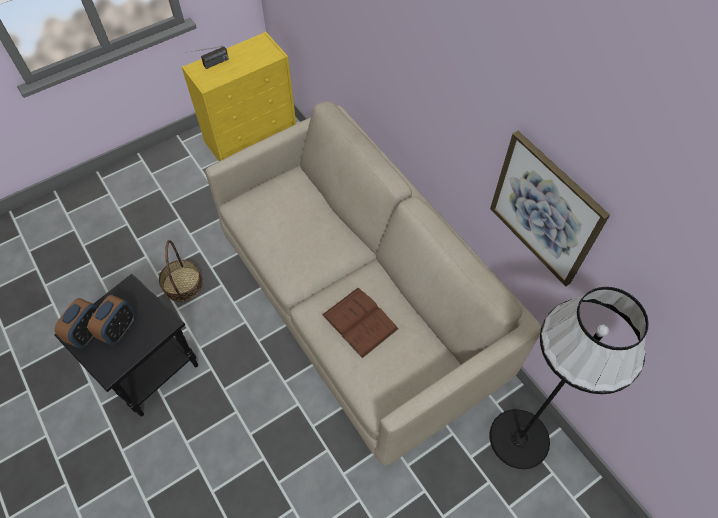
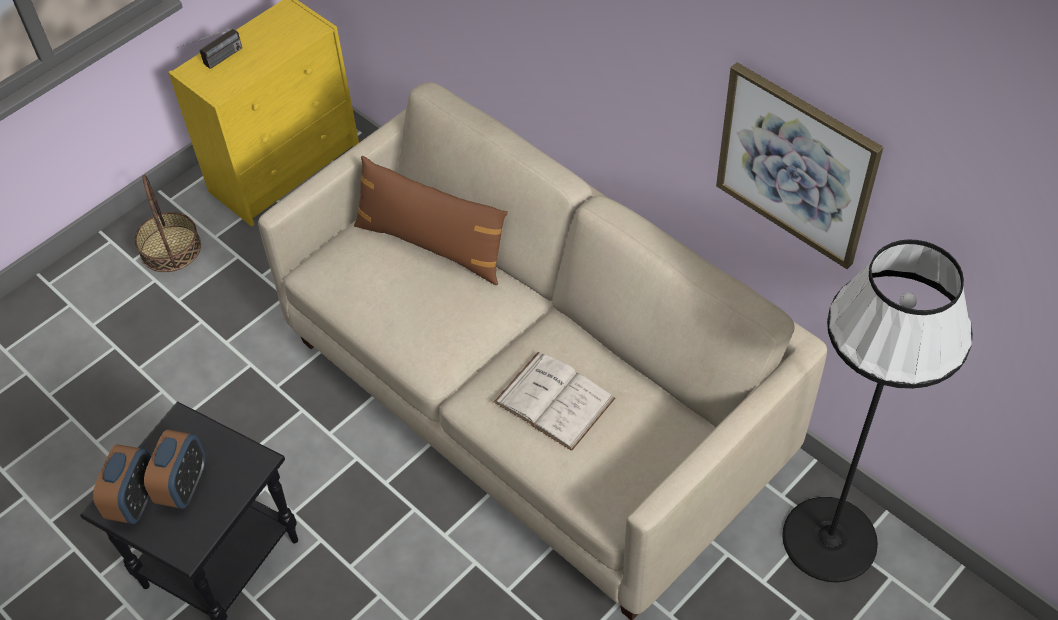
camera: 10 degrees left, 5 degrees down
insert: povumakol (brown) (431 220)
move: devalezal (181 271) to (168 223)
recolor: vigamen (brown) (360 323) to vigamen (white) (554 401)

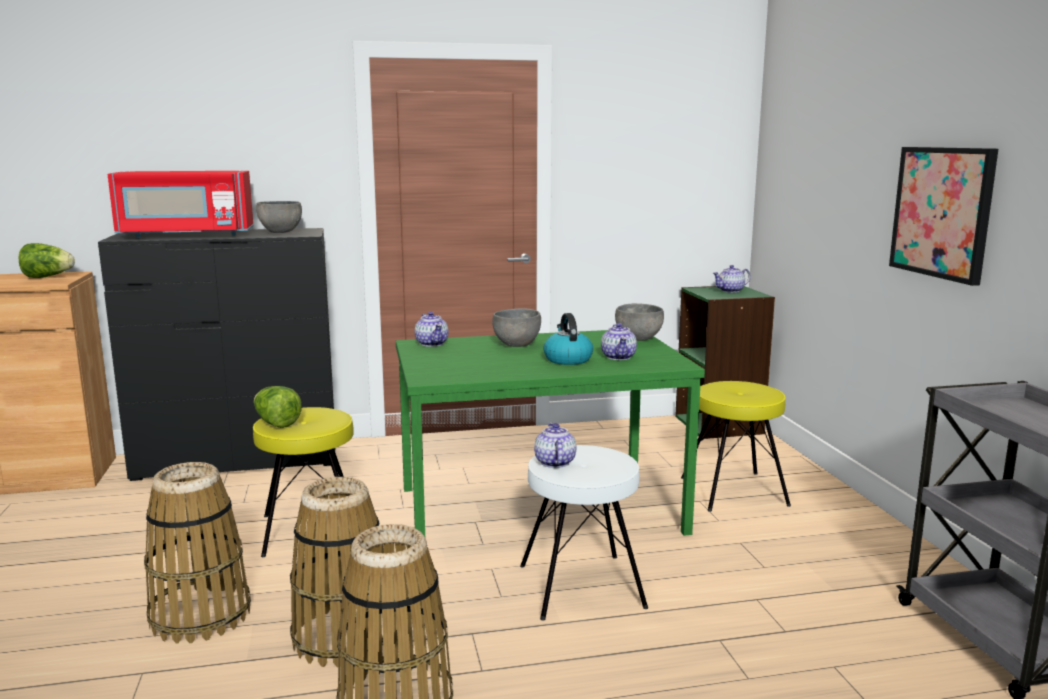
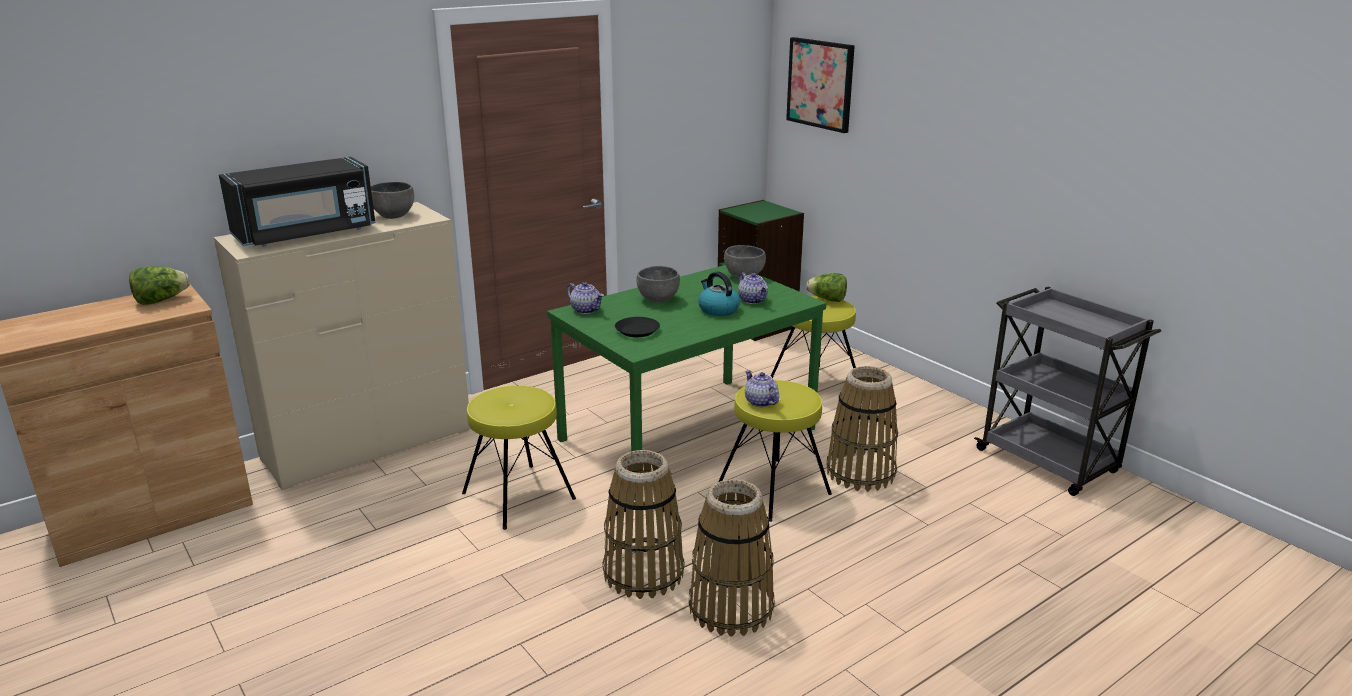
camera: 25 degrees left, 10 degrees up
delete: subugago (732 279)
insert: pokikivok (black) (637 327)
move: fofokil (943 216) to (820 85); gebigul (278 407) to (826 287); devalezal (197 552) to (862 429)
recolor: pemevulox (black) (216 354) to pemevulox (beige) (342 346); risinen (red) (181 204) to risinen (black) (297 201); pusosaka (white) (584 532) to pusosaka (yellow) (775 451)

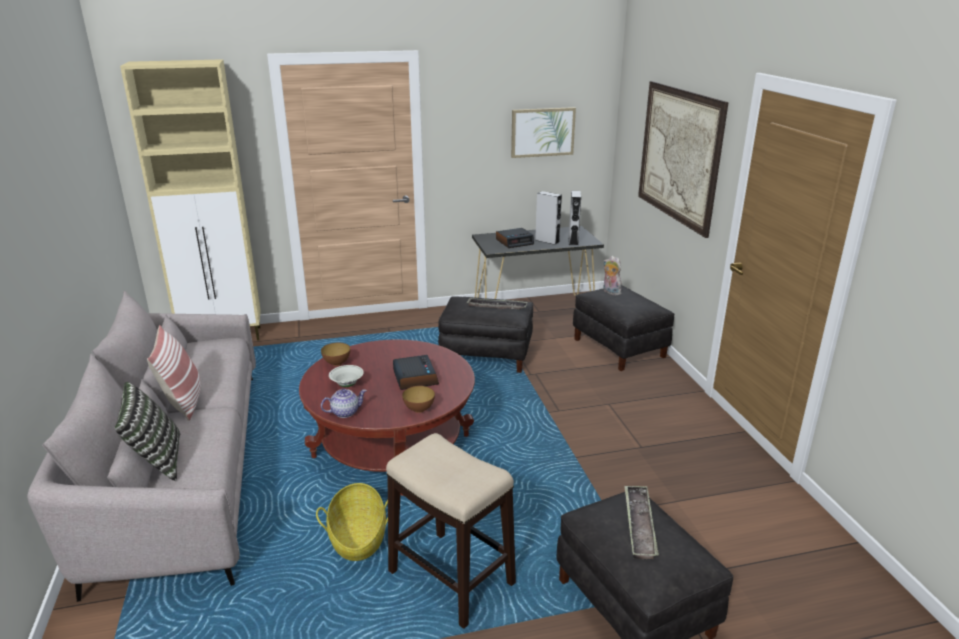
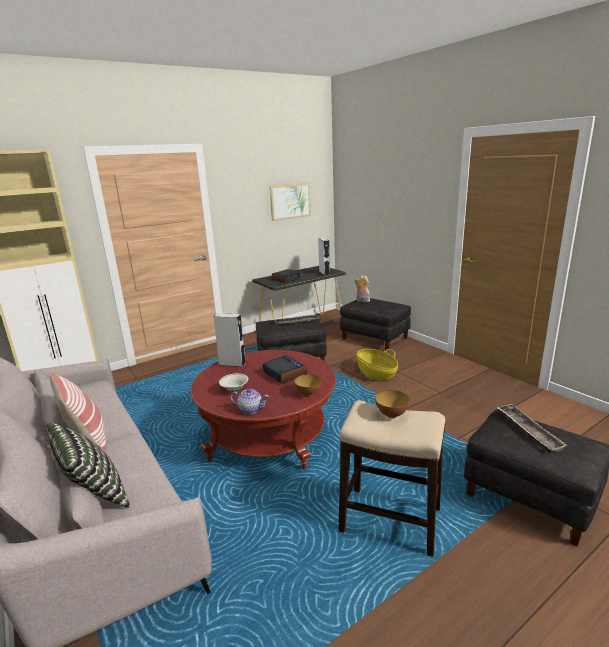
camera: 20 degrees left, 5 degrees down
delete: fofokil (683 159)
move: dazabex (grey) (548 218) to (229 340); devalezal (352 522) to (377 365); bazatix (335 354) to (392 404)
rotate: subugago (344 403) = (249 401) 60 degrees clockwise

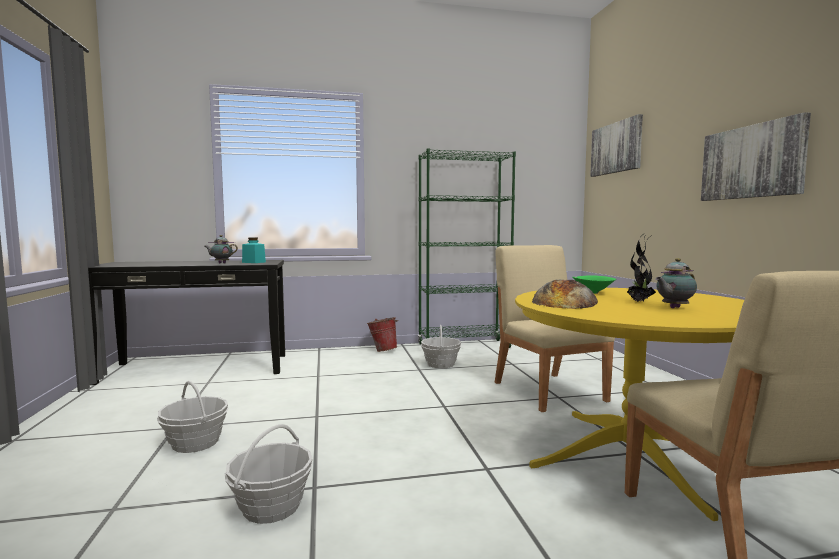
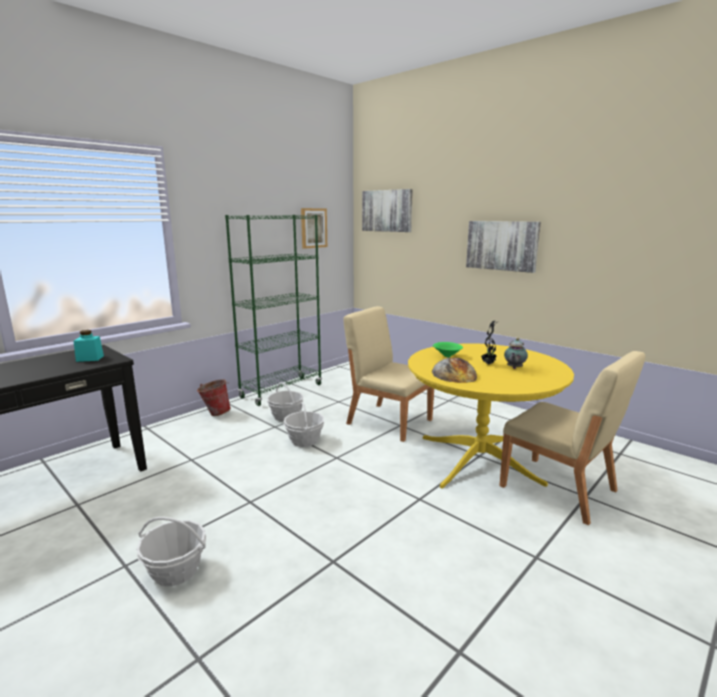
camera: 35 degrees left, 10 degrees up
delete: subugago (221 249)
insert: fofokil (314 228)
move: devalezal (269 474) to (303 424)

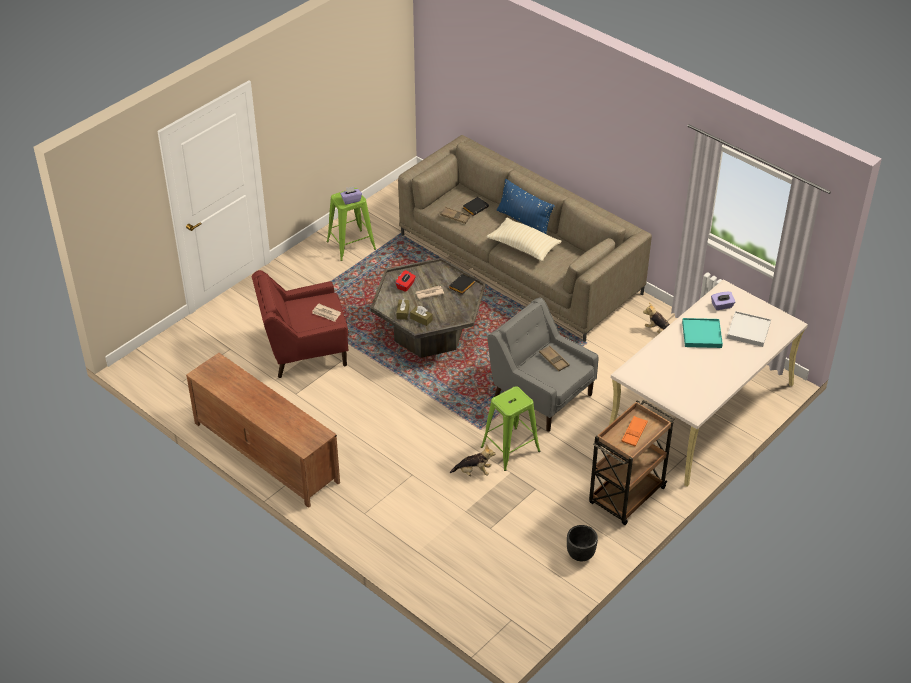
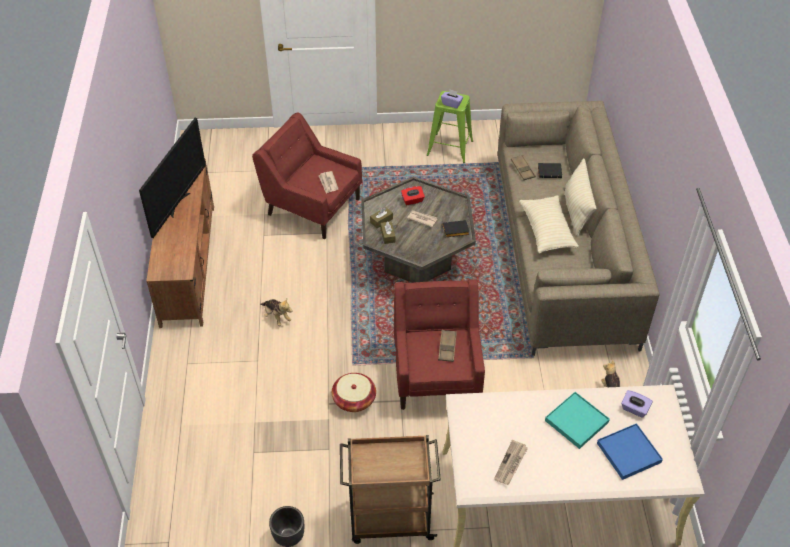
camera: 45 degrees right, 5 degrees up
delete: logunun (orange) (634 431)
insert: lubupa (172 178); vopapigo (511 462)
move: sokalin (473 460) to (276 312)
replace: pusosaka (green) (510 428) to devalezal (354 392)
recolor: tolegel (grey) (542 365) to tolegel (red) (439 344); povumakol (blue) (526 206) to povumakol (beige) (581 197); logunun (white) (749 329) to logunun (blue) (630 451)

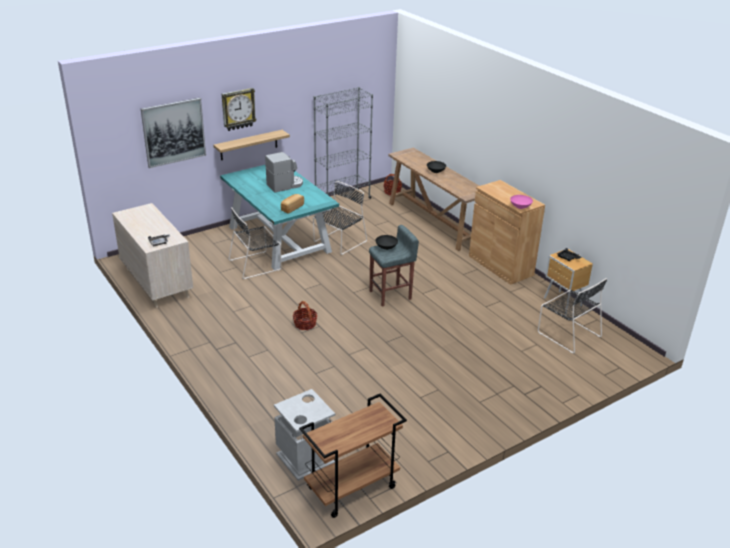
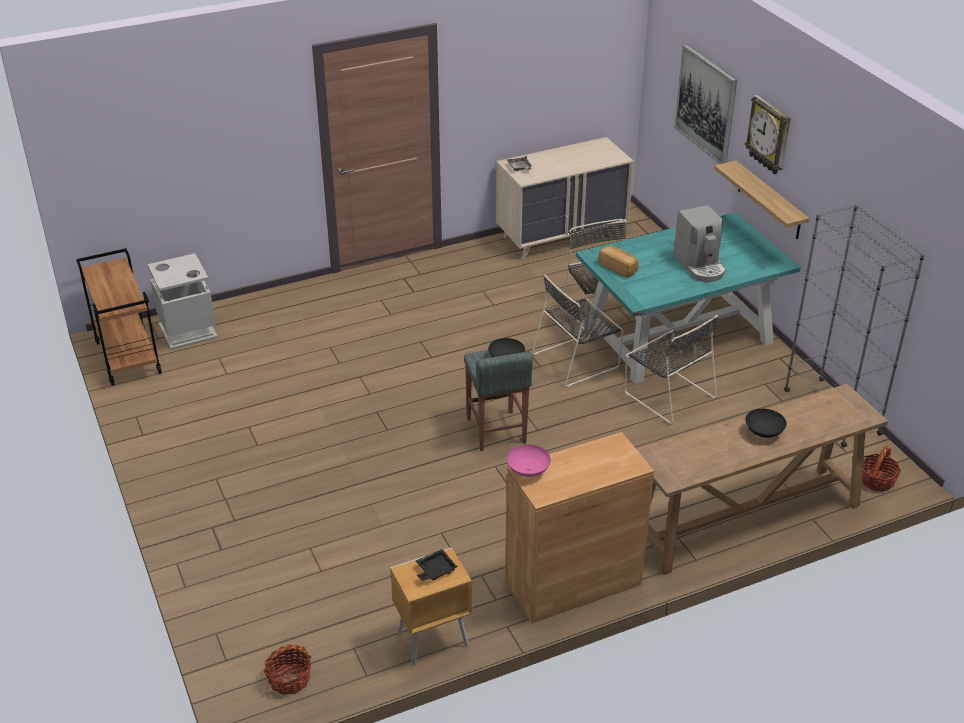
camera: 100 degrees right, 5 degrees up
move: devalezal (304 315) to (287 669); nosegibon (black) (572 315) to (577 331)

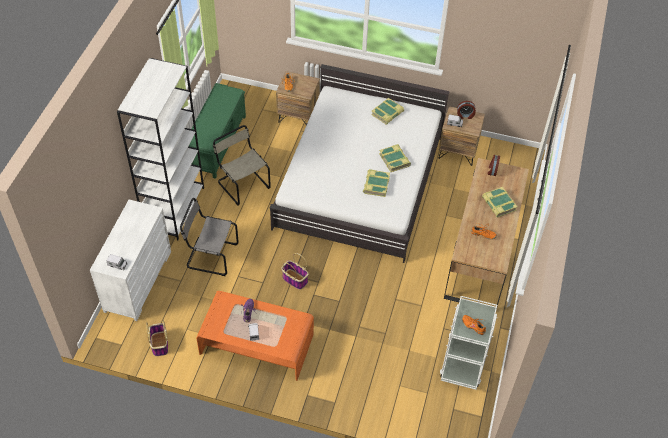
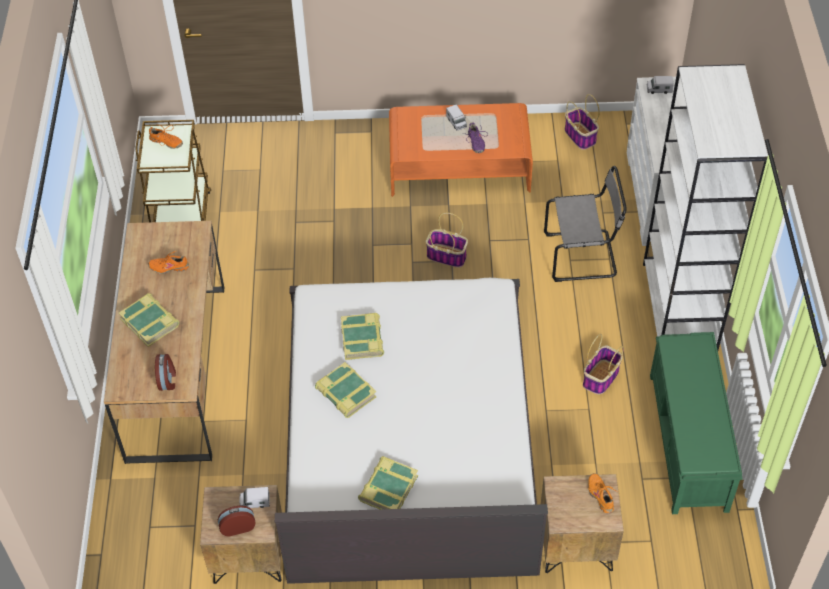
camera: 165 degrees right, 0 degrees up
replace: nosegibon (beige) (242 165) to devalezal (603 364)
recolor: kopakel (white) (468 343) to kopakel (brown) (173 171)

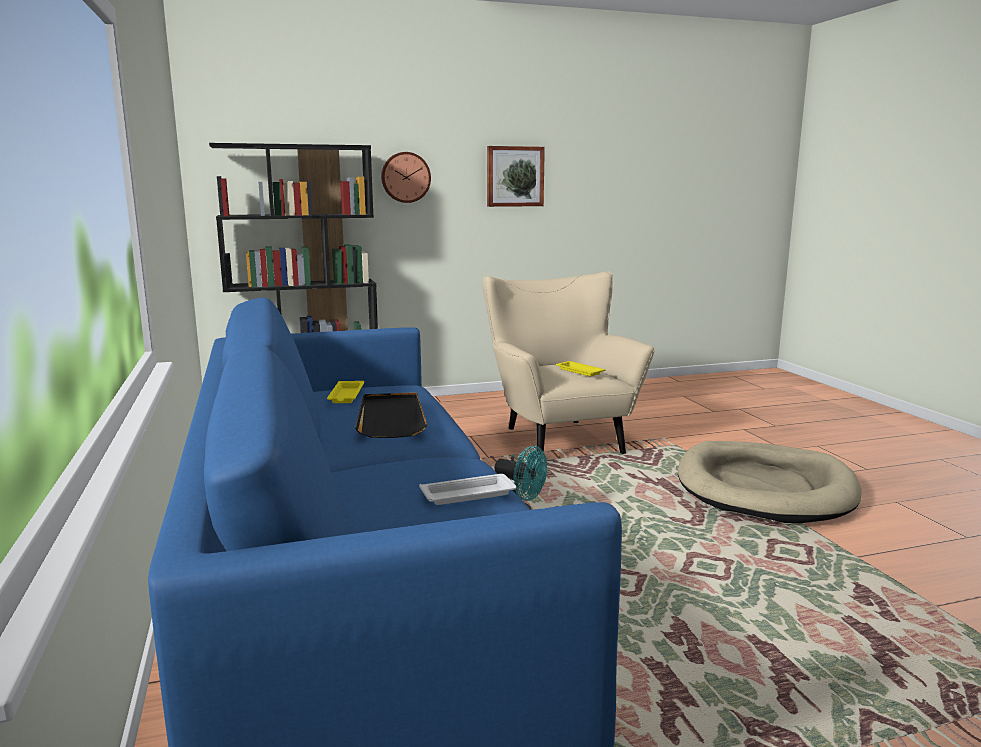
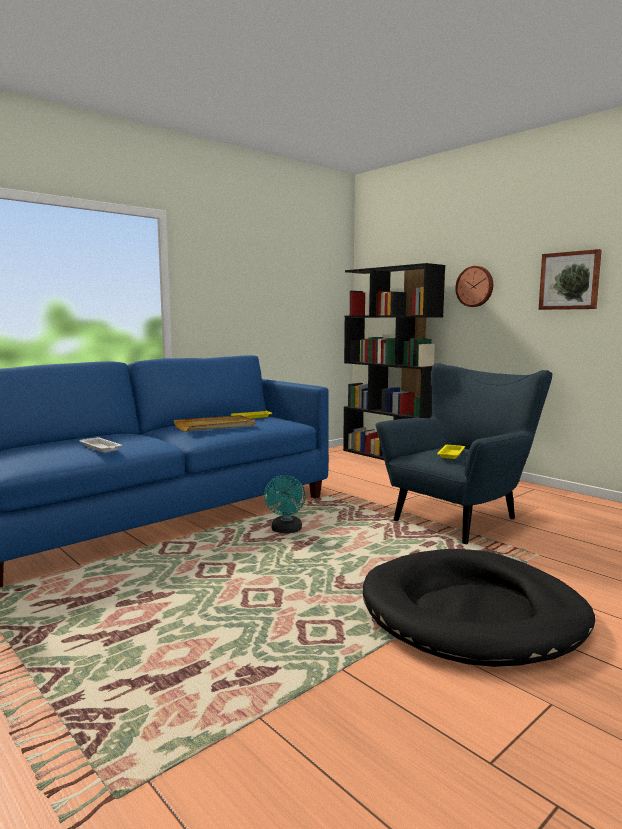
camera: 65 degrees right, 5 degrees down
recolor: logunun (black) (391 415) to logunun (beige) (215 423); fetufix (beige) (769 482) to fetufix (black) (479 608); tolegel (beige) (569 363) to tolegel (blue) (463 453)

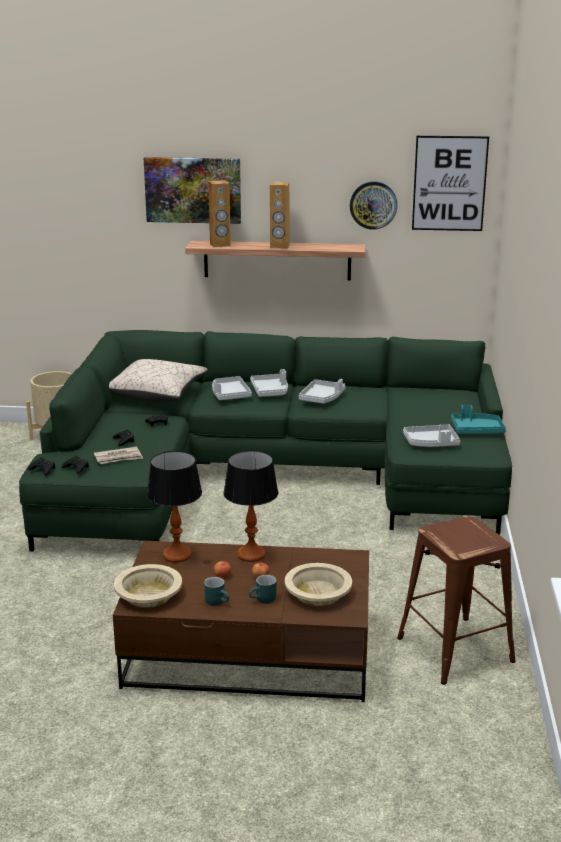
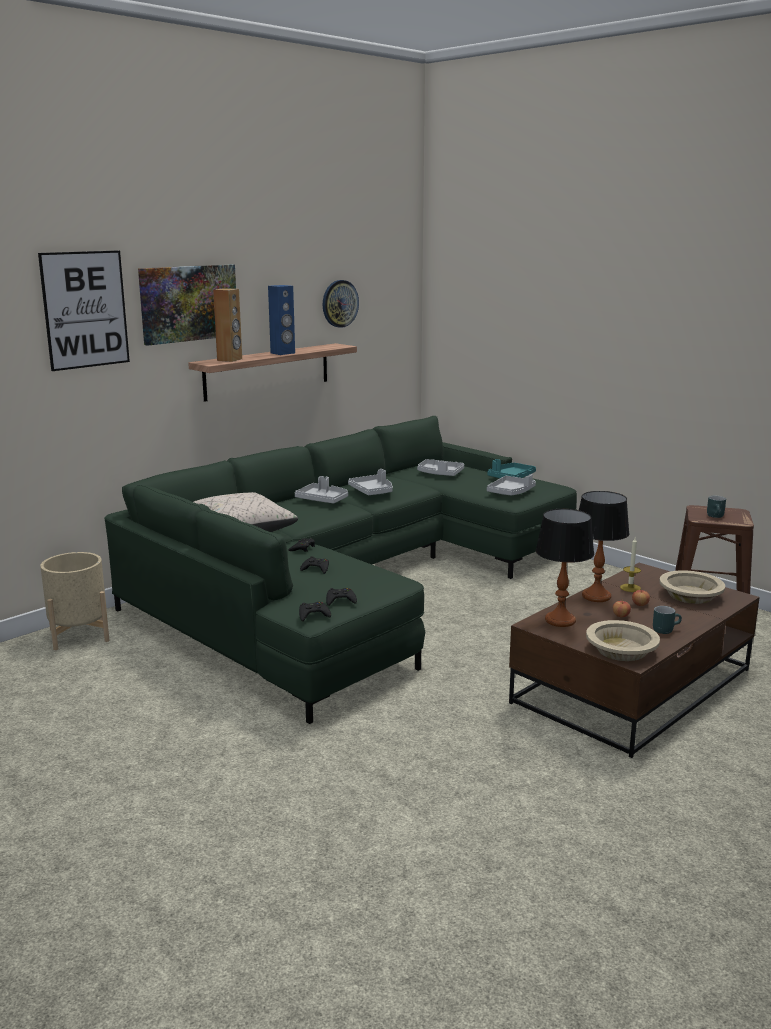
camera: 50 degrees left, 5 degrees down
delete: vopapigo (118 455)
insert: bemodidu (630 565)
move: fofokil (450 183) to (84 310); logunun (grey) (232 388) to (440 467); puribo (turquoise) (263 589) to (716 507)
recolor: dazabex (brown) (280 215) to dazabex (blue) (281 320)

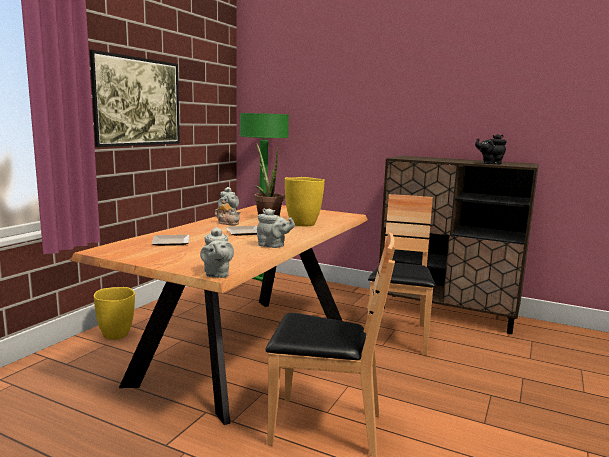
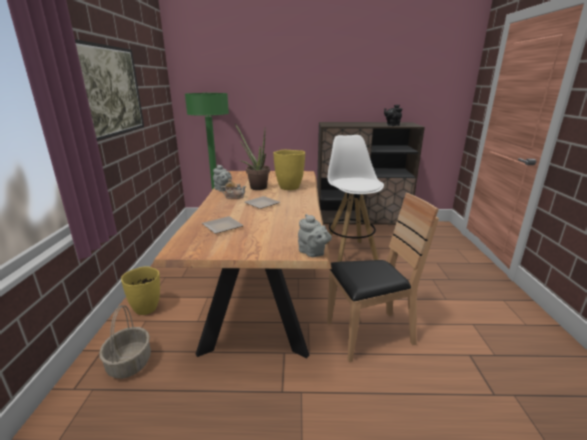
camera: 25 degrees left, 10 degrees up
delete: subugago (grey) (276 228)
insert: devalezal (125 342)
replace: nosegibon (brown) (401 275) to pusosaka (white) (355 198)

